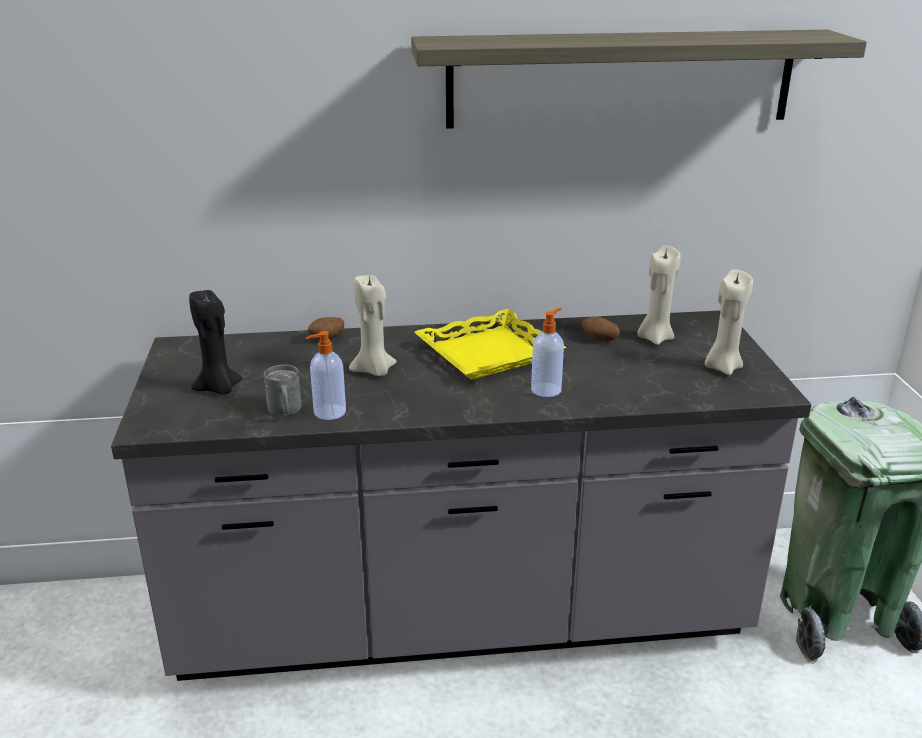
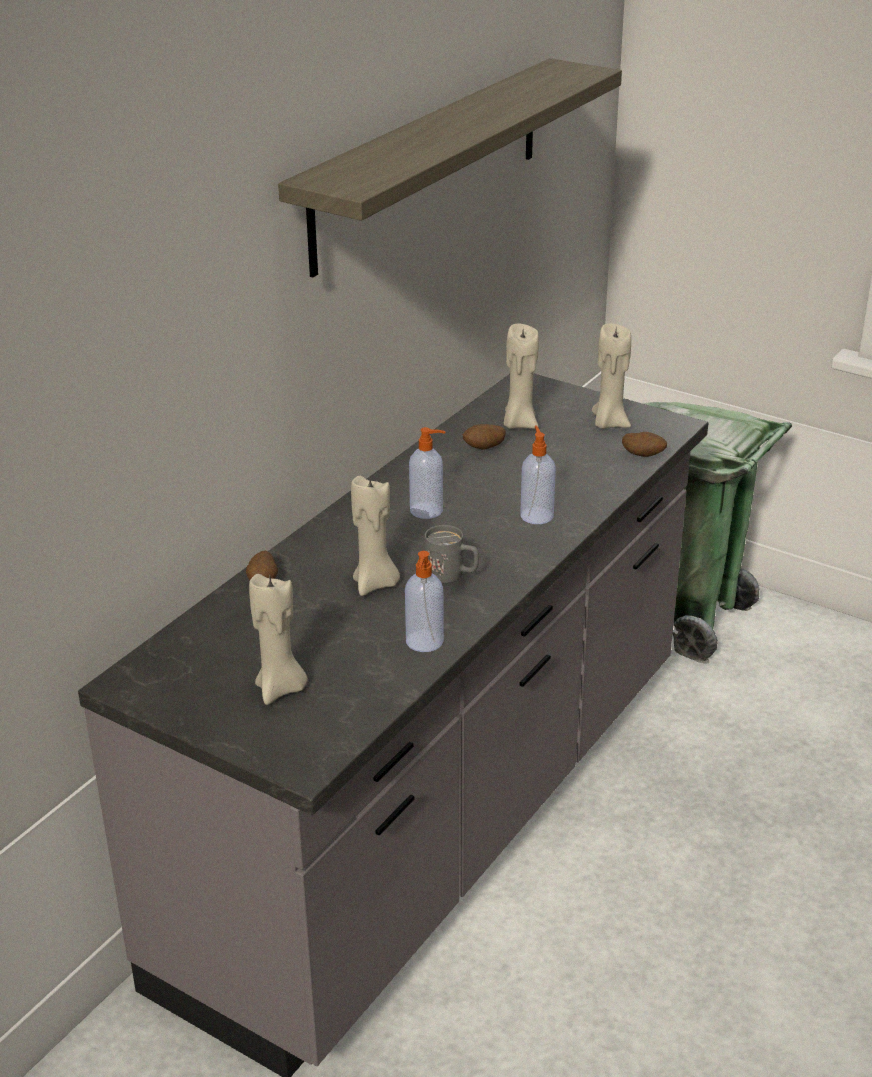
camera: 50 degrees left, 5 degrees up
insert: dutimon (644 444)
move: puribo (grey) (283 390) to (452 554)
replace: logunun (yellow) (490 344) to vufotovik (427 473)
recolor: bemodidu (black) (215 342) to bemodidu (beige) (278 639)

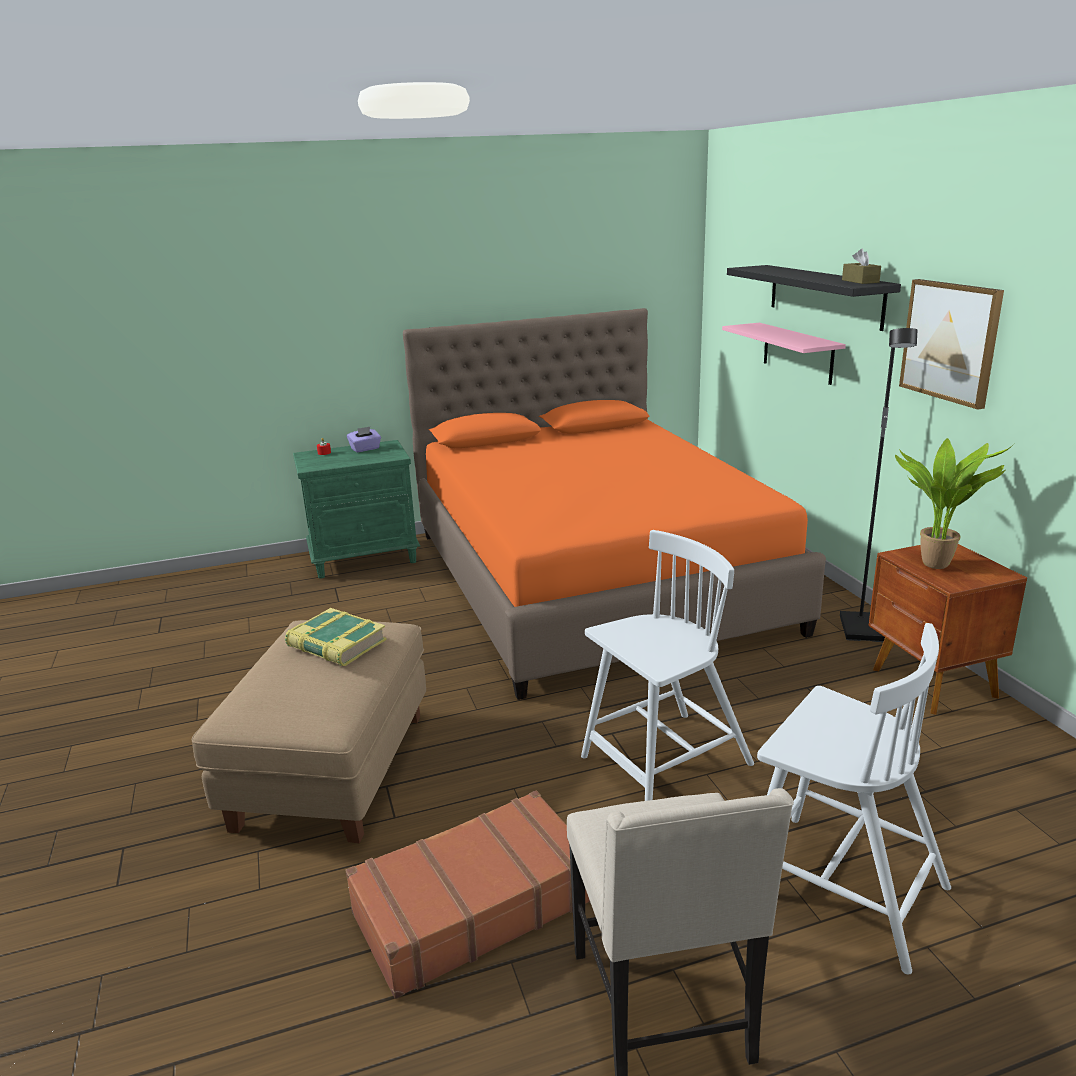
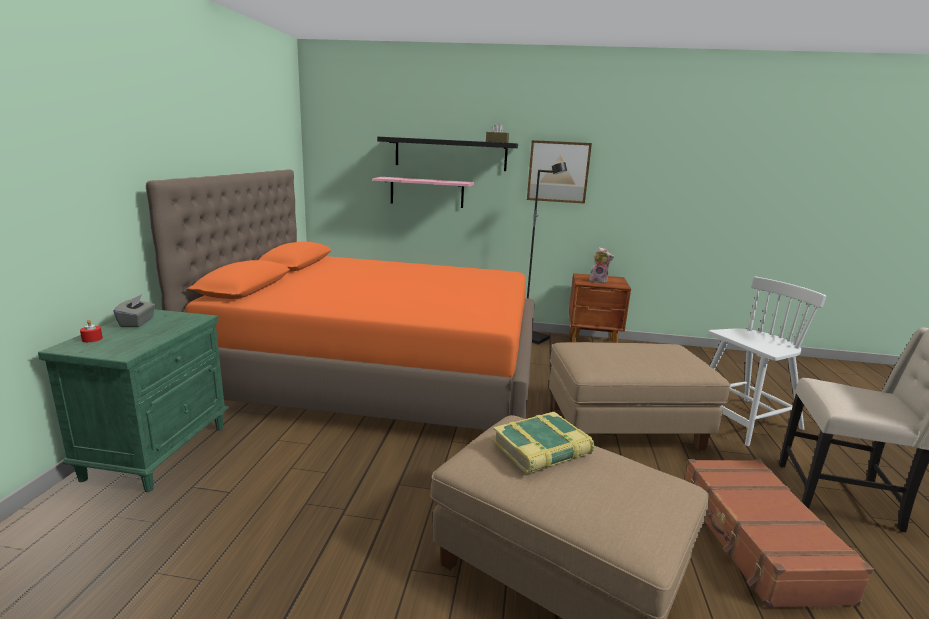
camera: 65 degrees left, 5 degrees down
replace: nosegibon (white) (667 665) to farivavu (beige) (640 396); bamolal (954 503) to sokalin (601 265)
recolor: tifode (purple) (364 439) to tifode (grey) (134 310)

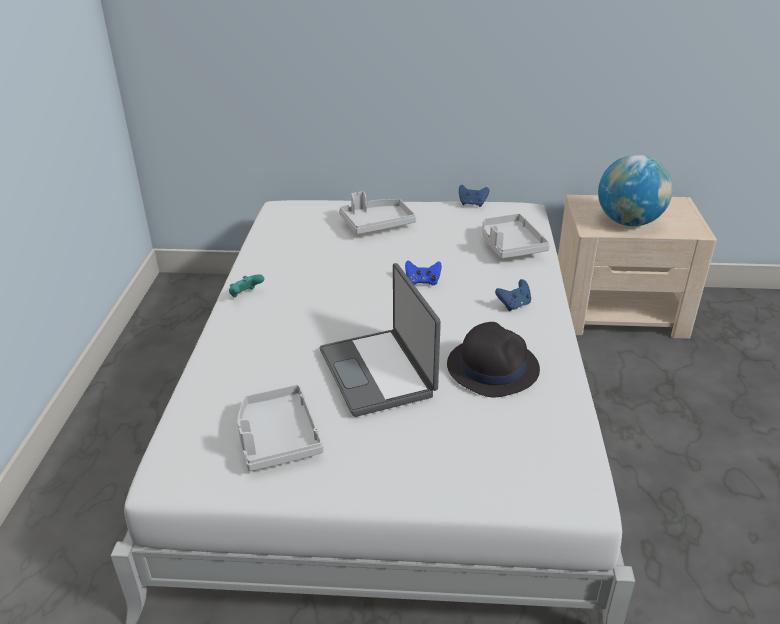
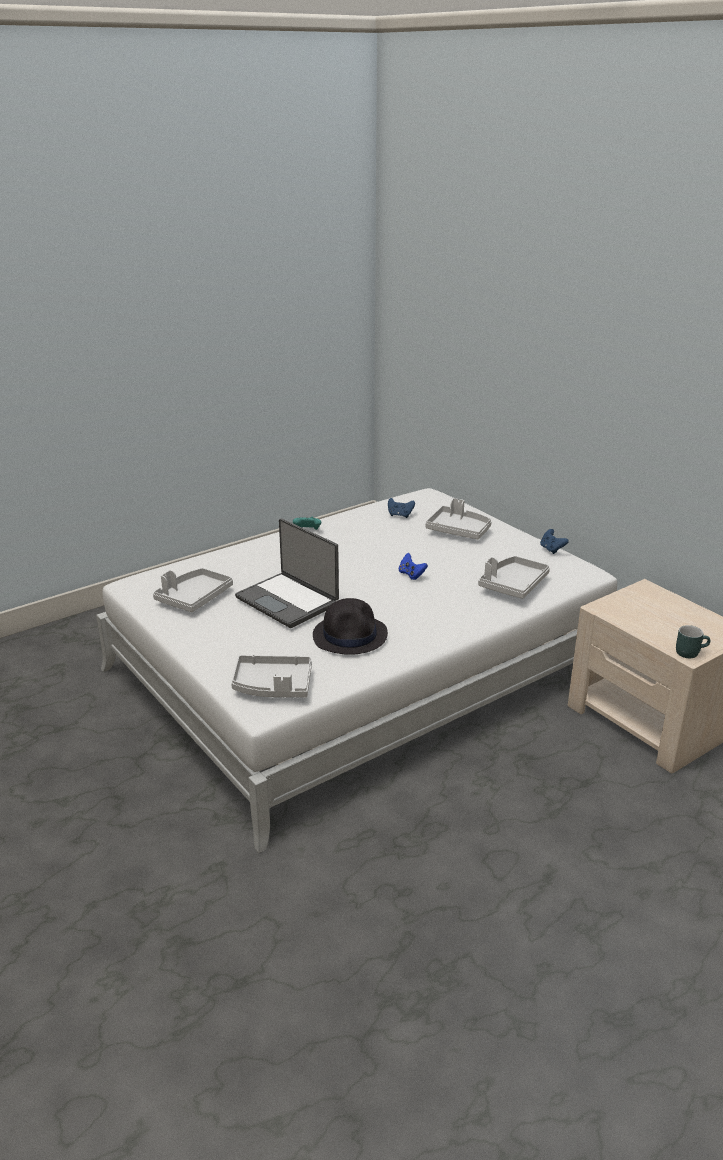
camera: 50 degrees right, 5 degrees down
delete: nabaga (635 190)
insert: logunun (grey) (271 676); puribo (turquoise) (693 641)
move: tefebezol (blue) (513 295) to (401 508)
rotate: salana (380 340) = (287 573) 75 degrees counterclockwise

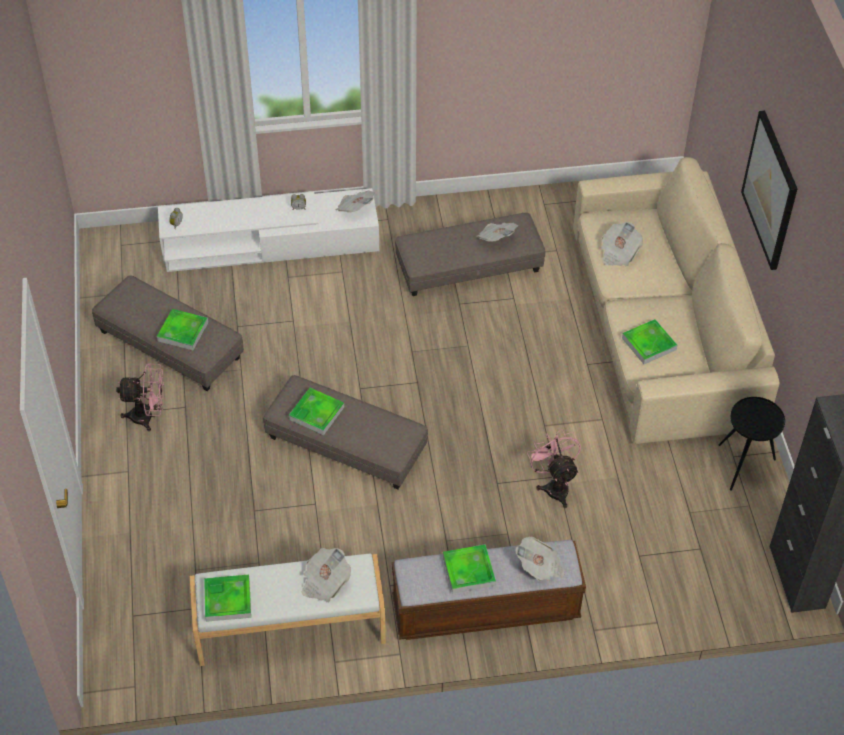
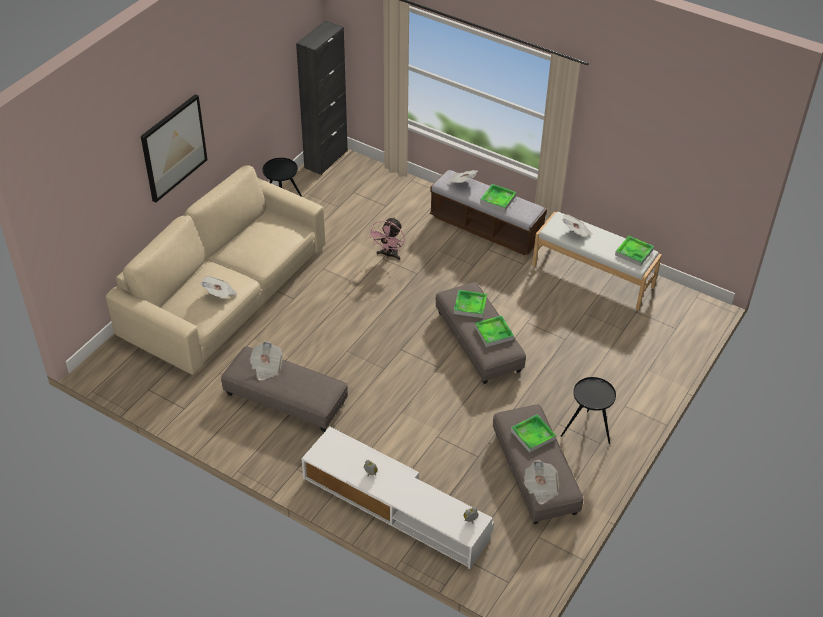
camera: 140 degrees left, 5 degrees down
move: logunun (650 341) to (470 304); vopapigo (355 201) to (541 482)
replace: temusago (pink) (140 397) to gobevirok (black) (588 410)

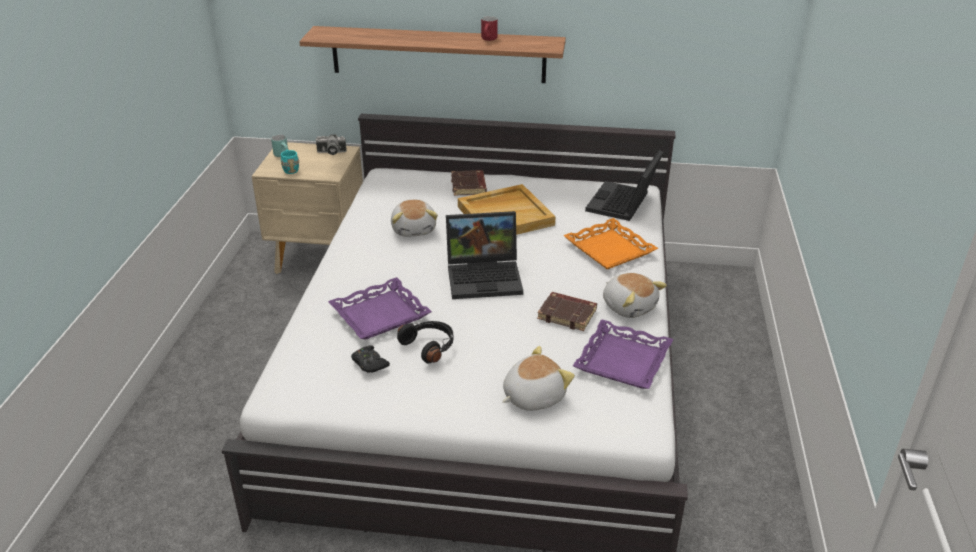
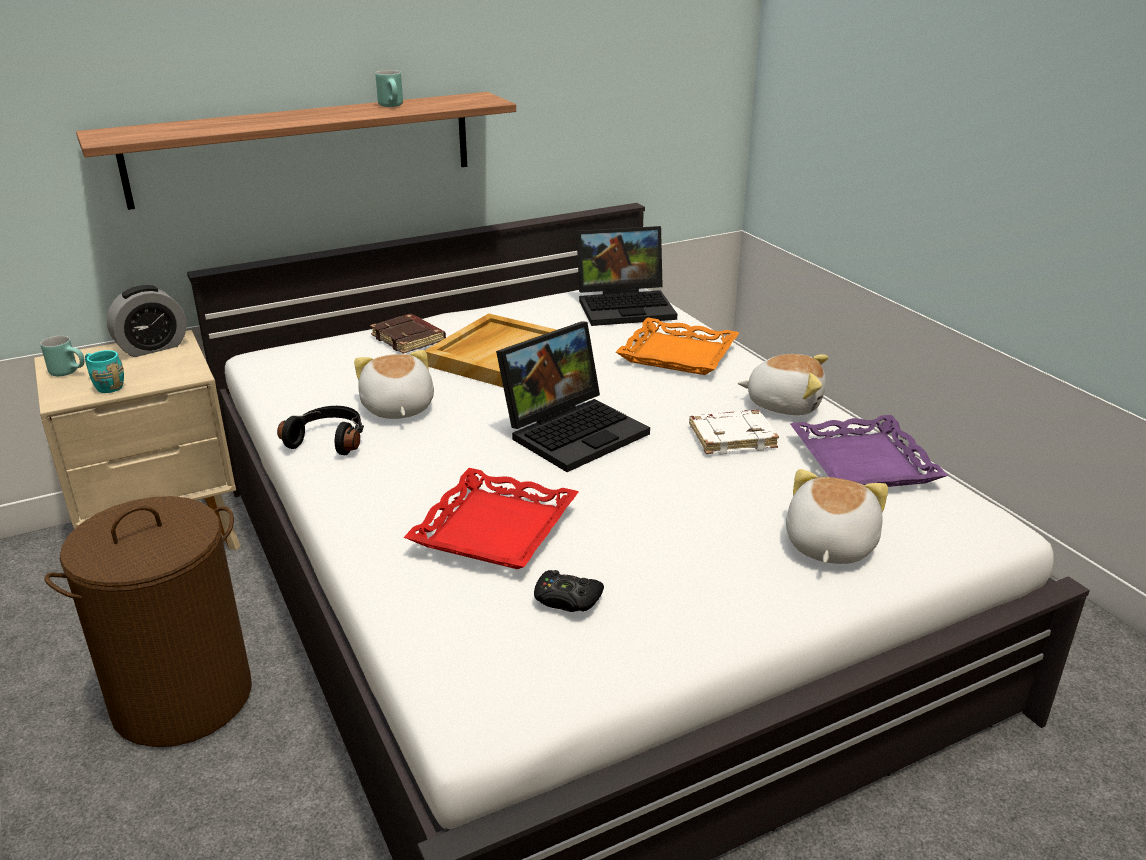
camera: 35 degrees left, 5 degrees down
insert: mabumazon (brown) (148 621)
move: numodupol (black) (425 342) to (320 430)
replace: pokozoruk (331 144) to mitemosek (147 321)
recolor: puribo (red) (489 28) to puribo (turquoise) (389 88); logunun (purple) (380 308) to logunun (red) (491 518); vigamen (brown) (567 311) to vigamen (white) (734 432)
rotate: sokalin (414 218) = (394 384) 150 degrees counterclockwise; salana (624 185) = (626 276) 90 degrees counterclockwise

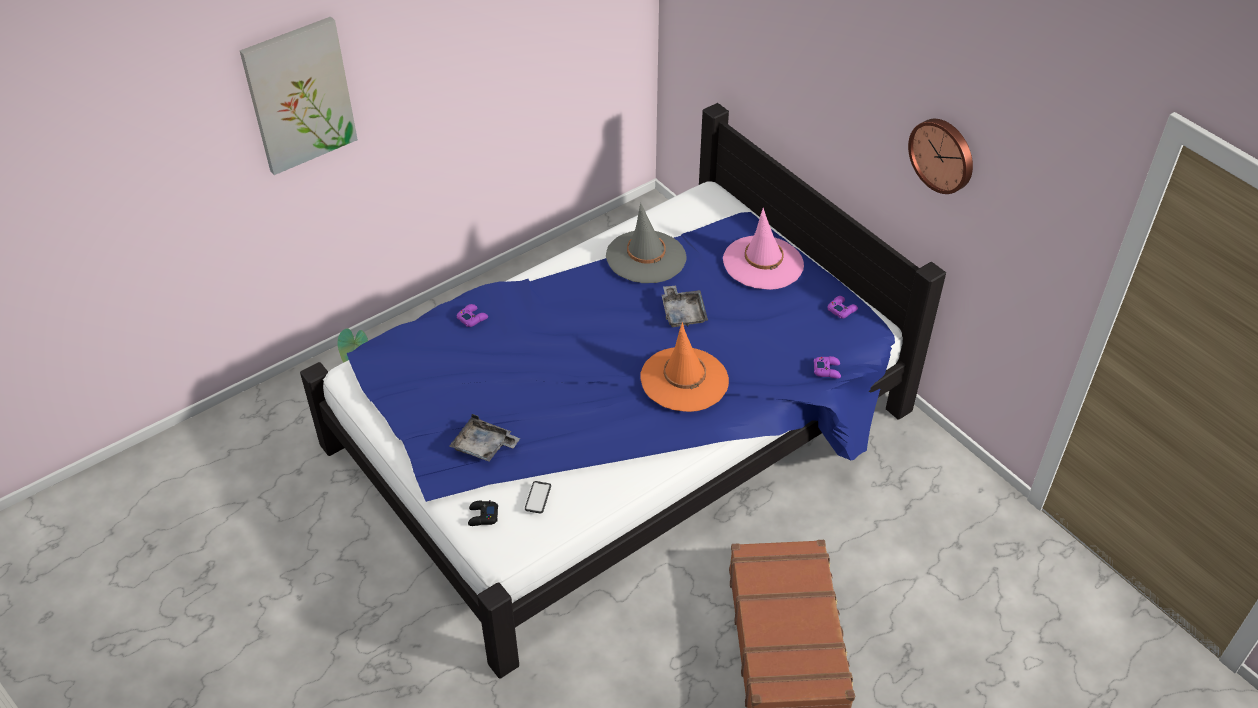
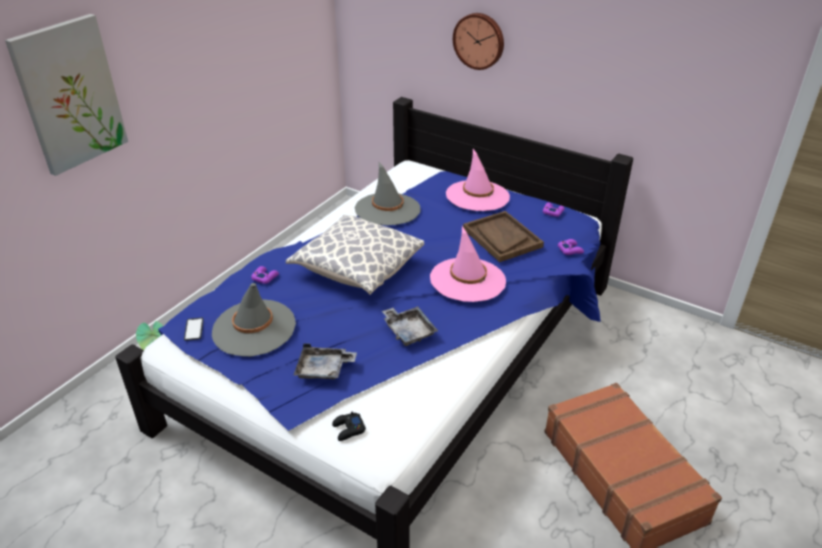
camera: 20 degrees left, 10 degrees down
insert: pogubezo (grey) (254 320); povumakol (355 254); logunun (brown) (503 236)
move: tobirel (538 497) to (194 329); logunun (grey) (685 306) to (410 326); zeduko (940 156) to (478 41)
recolor: pogubezo (orange) (684 367) to pogubezo (pink) (468 264)

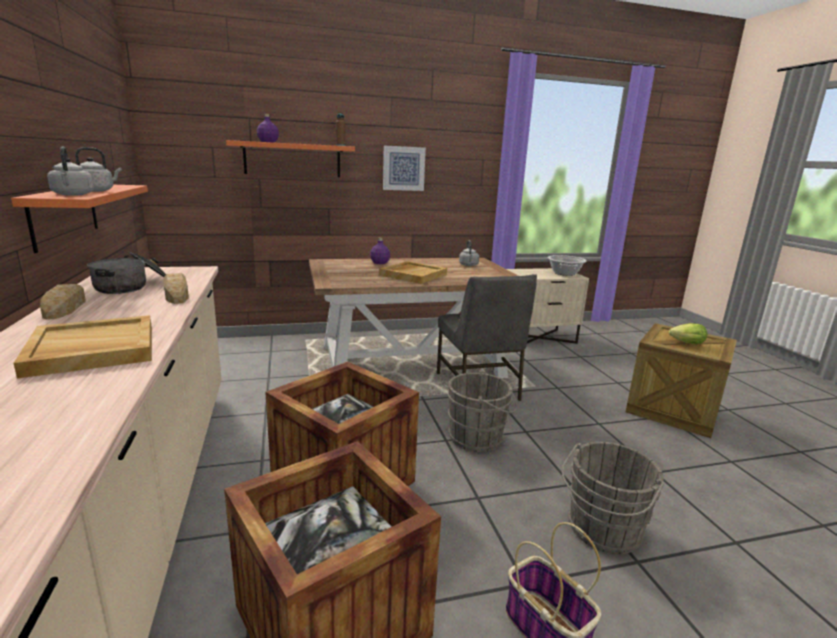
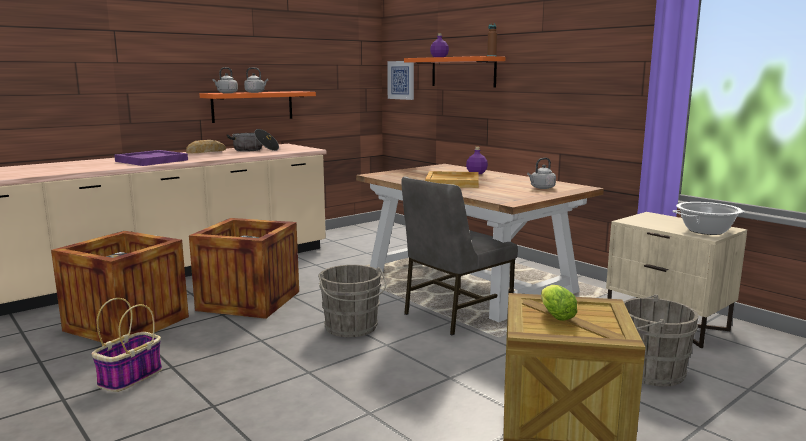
camera: 65 degrees right, 5 degrees down
delete: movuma (176 288)
move: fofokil (404 168) to (400 80); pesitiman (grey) (612 498) to (661 340)
recolor: logunun (beige) (82 346) to logunun (purple) (151 158)

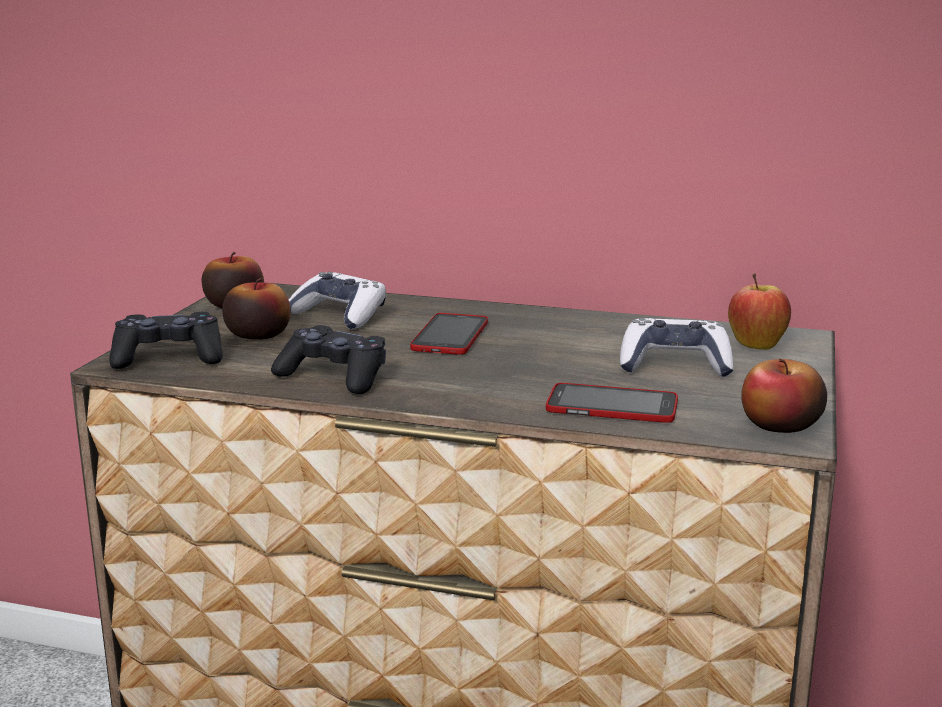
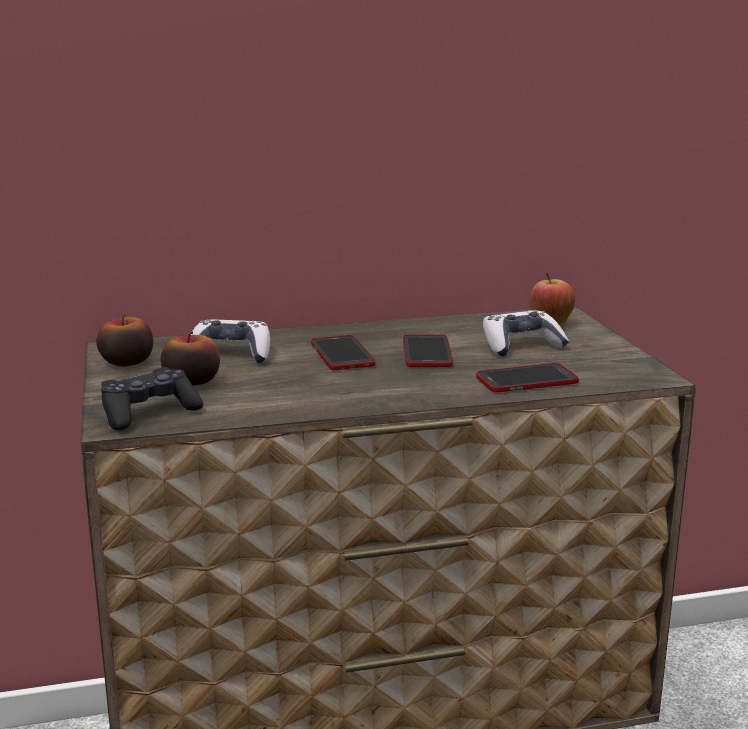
camera: 30 degrees left, 0 degrees up
delete: tefebezol (black) (328 359); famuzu (784 396)
insert: tobirel (428 350)

